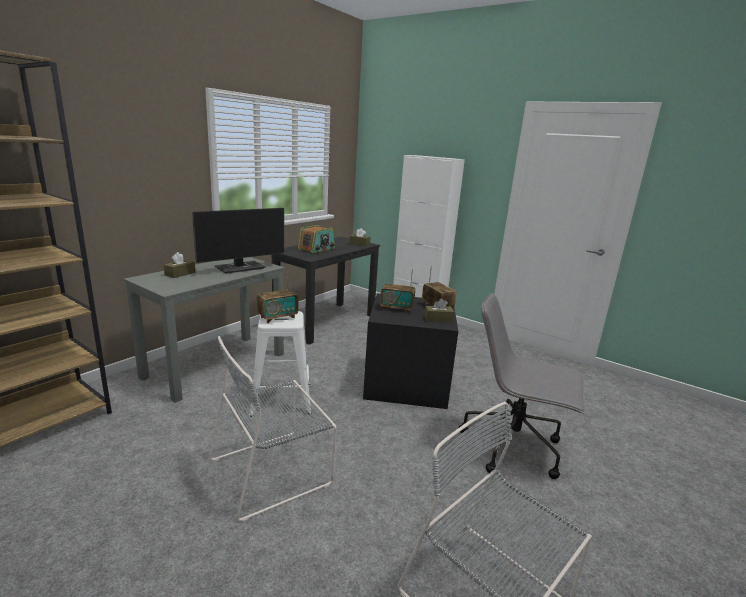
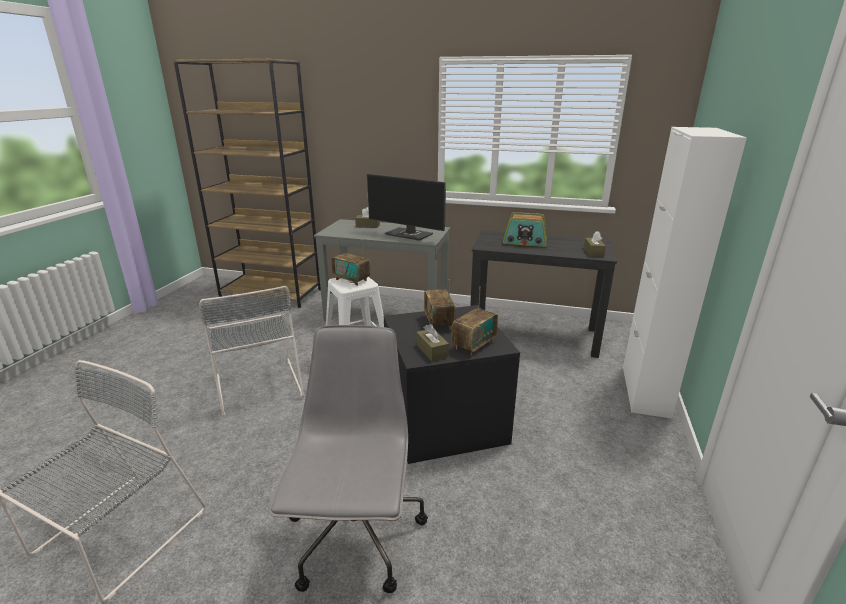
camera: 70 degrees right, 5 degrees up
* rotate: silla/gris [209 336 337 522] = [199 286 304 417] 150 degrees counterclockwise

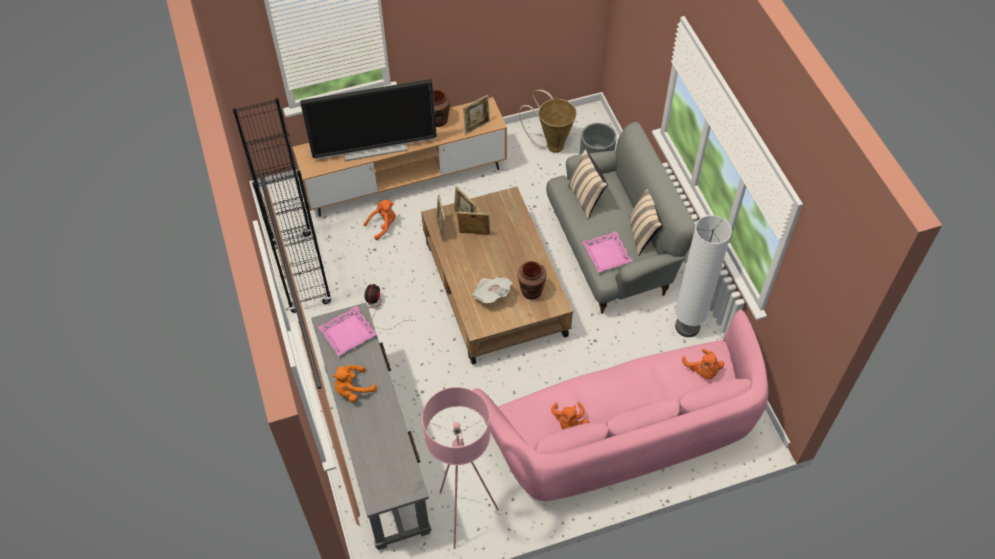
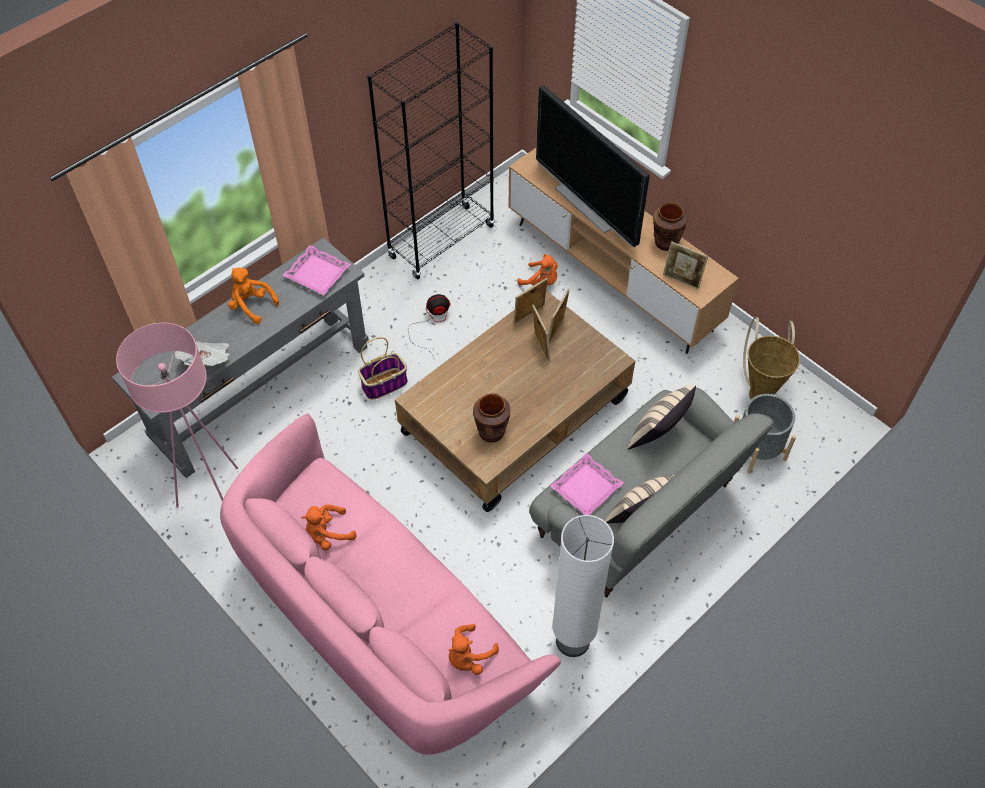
camera: 65 degrees right, 0 degrees up
* move: periódico [472 277 512 303] to [175 341 230 366]
* insert: cesta [358 337 408 400]

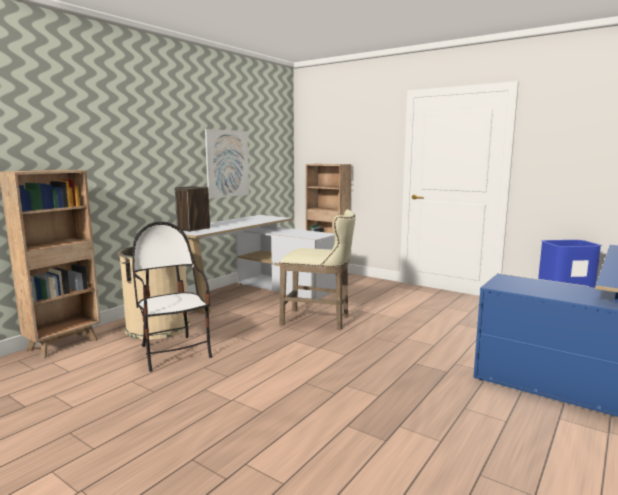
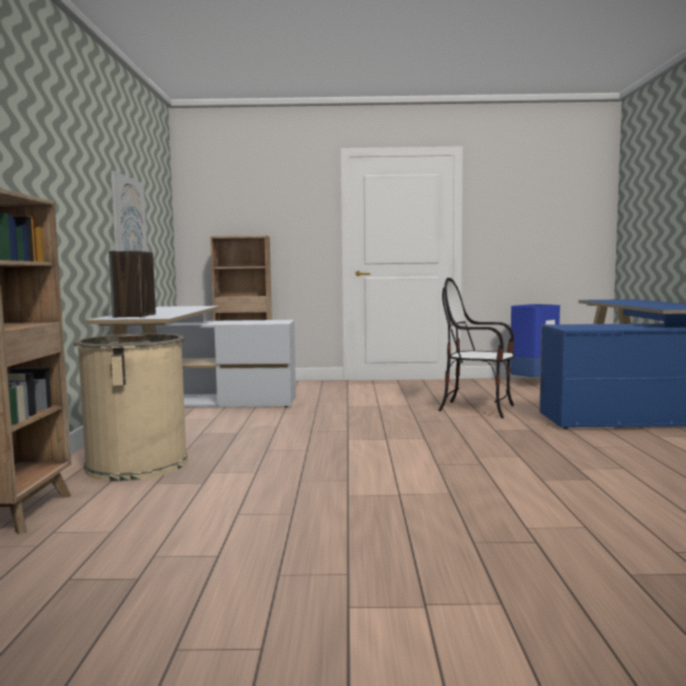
camera: 35 degrees left, 5 degrees down
* delete: taburete/beis [280 210 355 330]
* move: silla [132 222 212 372] to [438 278 514 418]

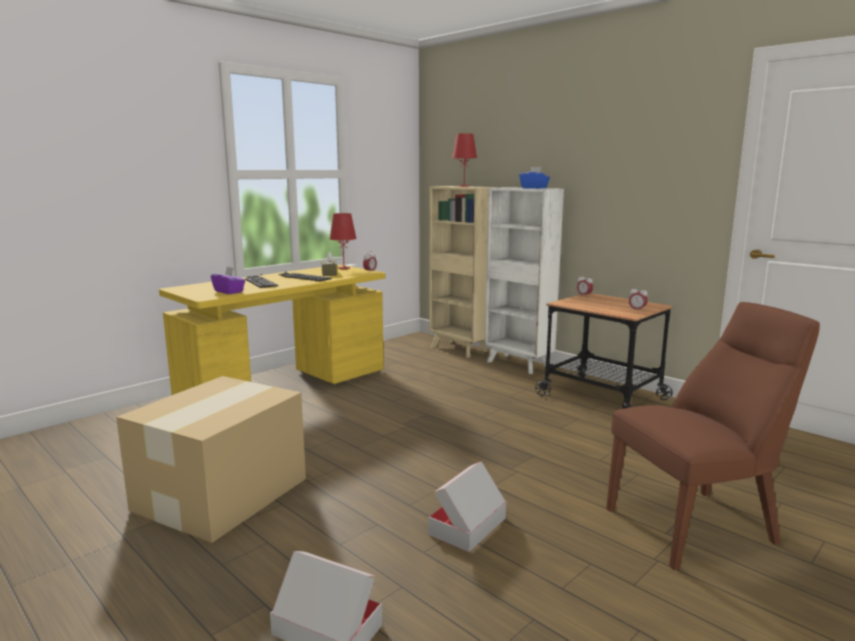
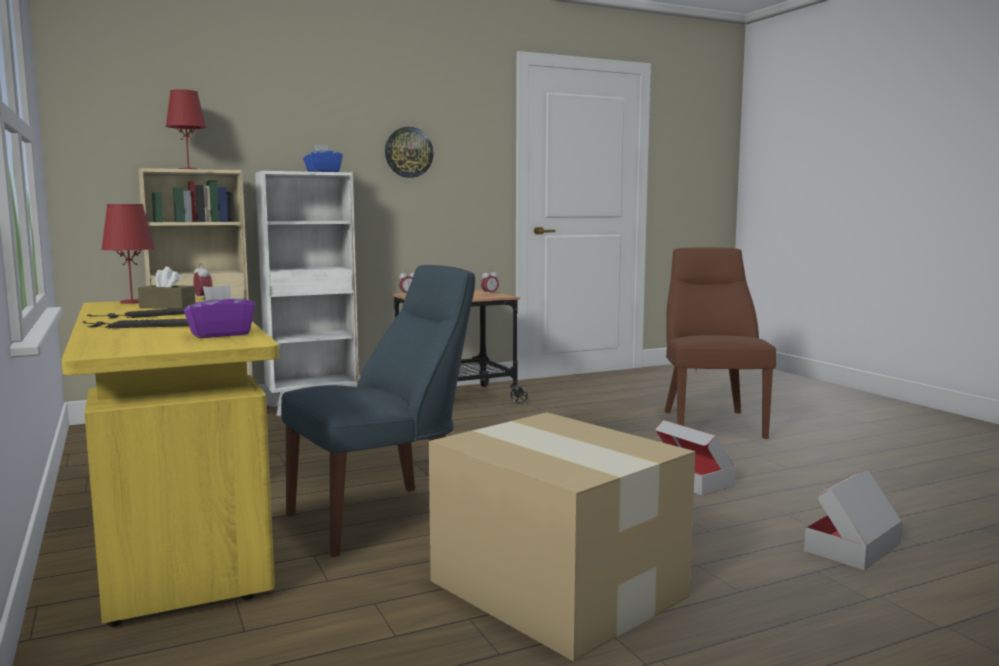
camera: 70 degrees left, 5 degrees down
* insert: reloj de pared [385 127 434 178]
* insert: silla/azul [281 265 475 557]

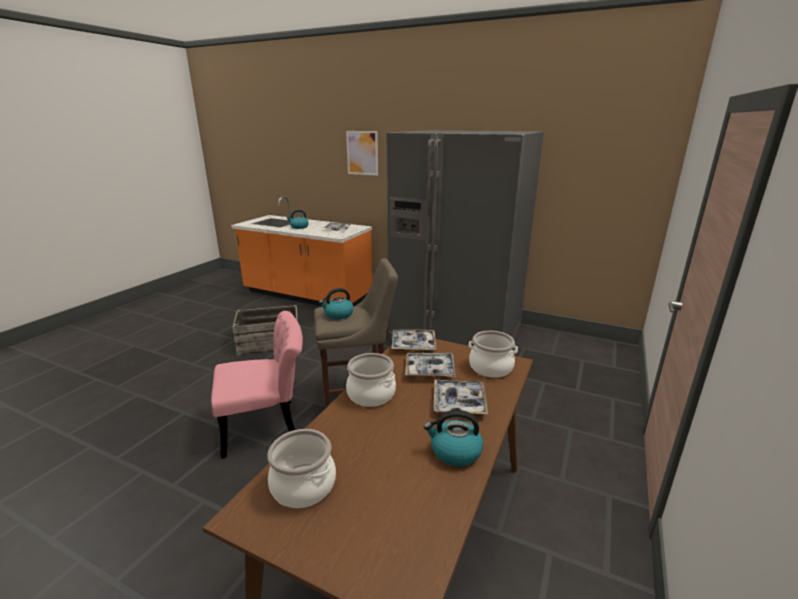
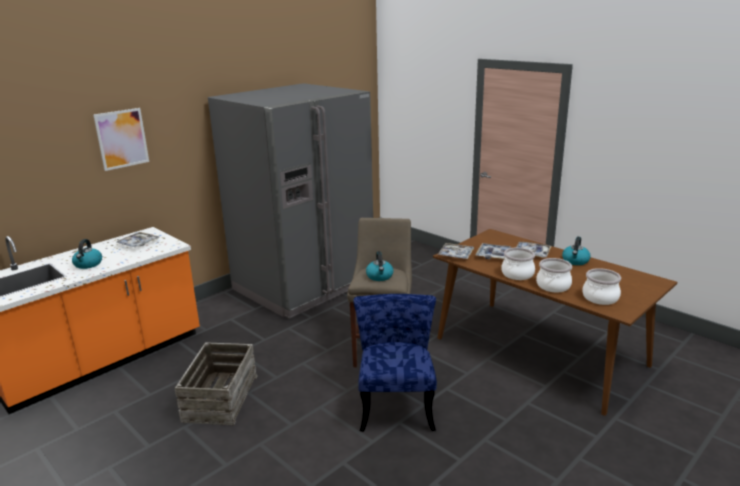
camera: 70 degrees left, 0 degrees up
* recolor: silla/rosa [211 311 303 459] to silla/azul [353 294 437 432]
* move: olla [469 331 518 378] to [536 258 572 292]

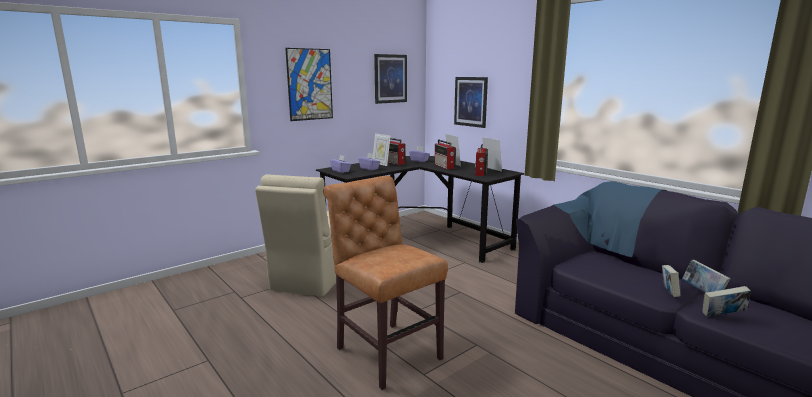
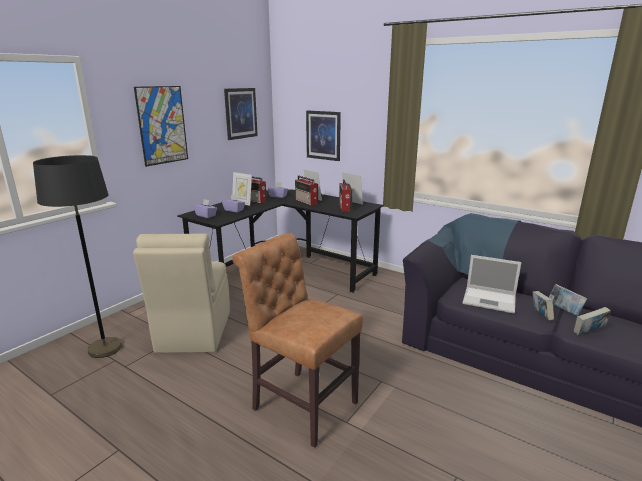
camera: 15 degrees left, 5 degrees up
* insert: lámpara de pie/negro [33 155 122 358]
* insert: portátil [462 255 521 314]

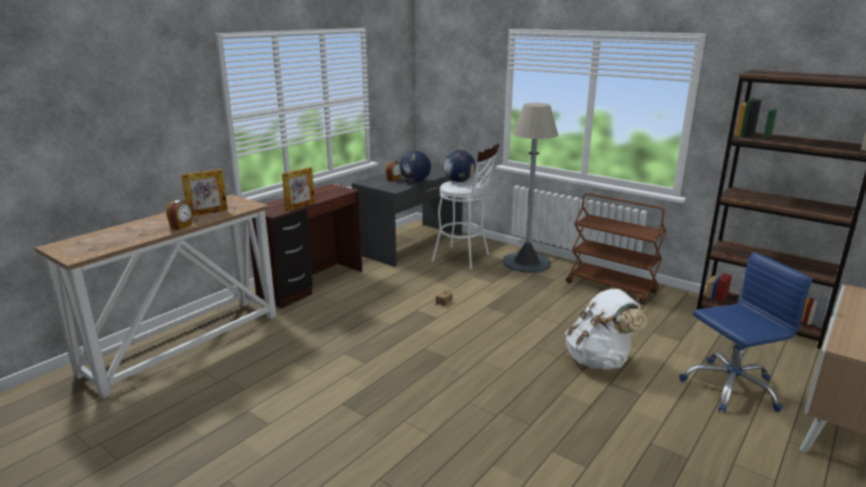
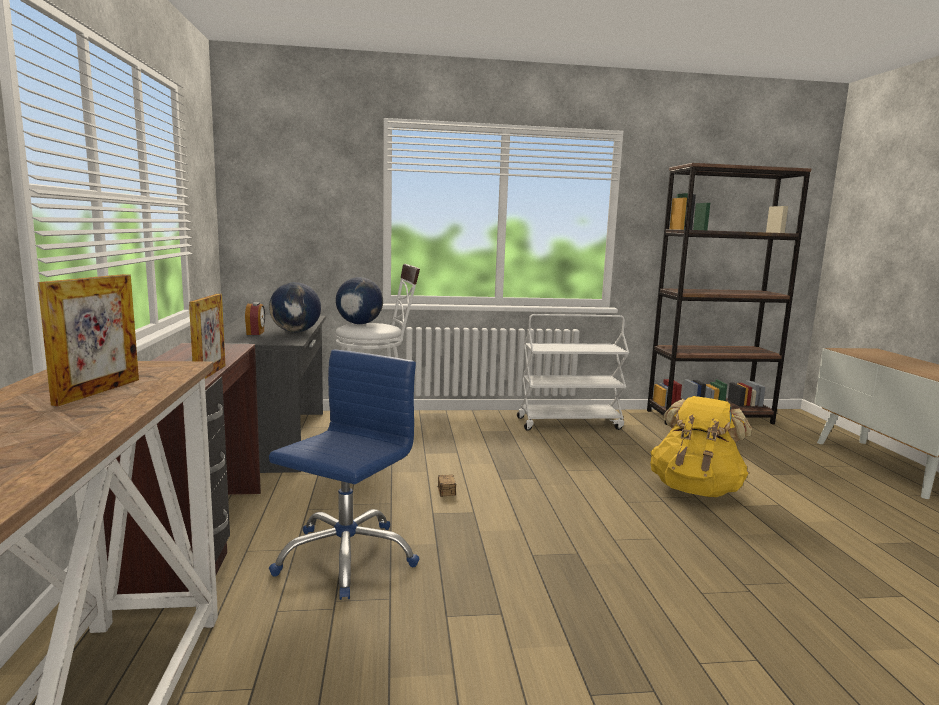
camera: 45 degrees left, 10 degrees down
* delete: lámpara de pie/gris [503 103 558 273]
* recolor: carrito/marrón [566 193 666 304] to carrito/blanco [517 314 629 431]
* delete: despertador [166 200 192 230]
* move: silla de oficina/azul [679 252 812 413] to [269 349 419 600]
* recolor: mochila/blanco [565 289 647 369] to mochila/amarillo [651 396 752 497]

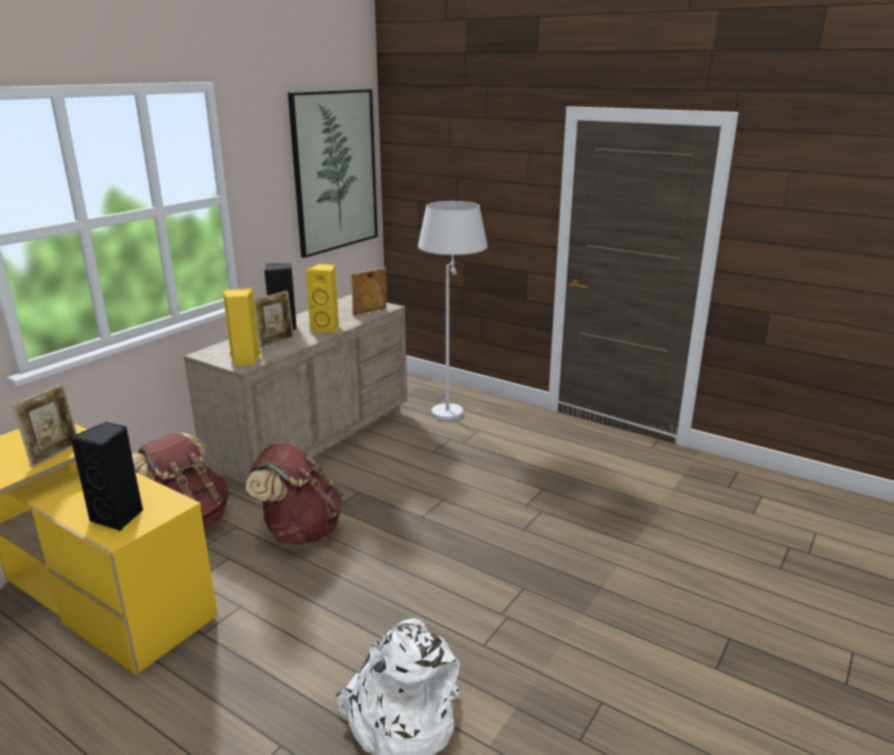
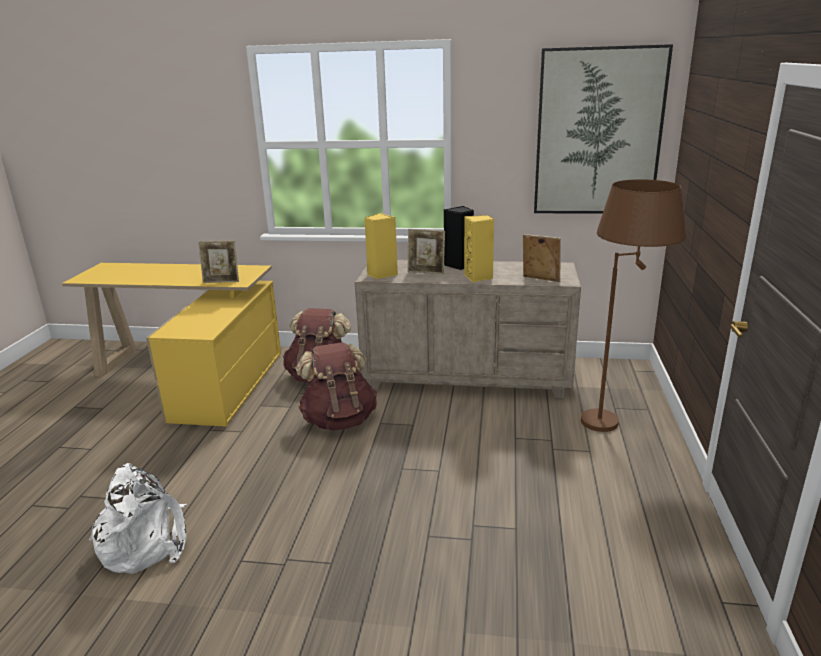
camera: 65 degrees right, 0 degrees up
* recolor: lámpara de pie/blanco [418 201 488 421] to lámpara de pie/marrón [581 179 686 432]
* delete: altavoz/negro [71 422 143 531]

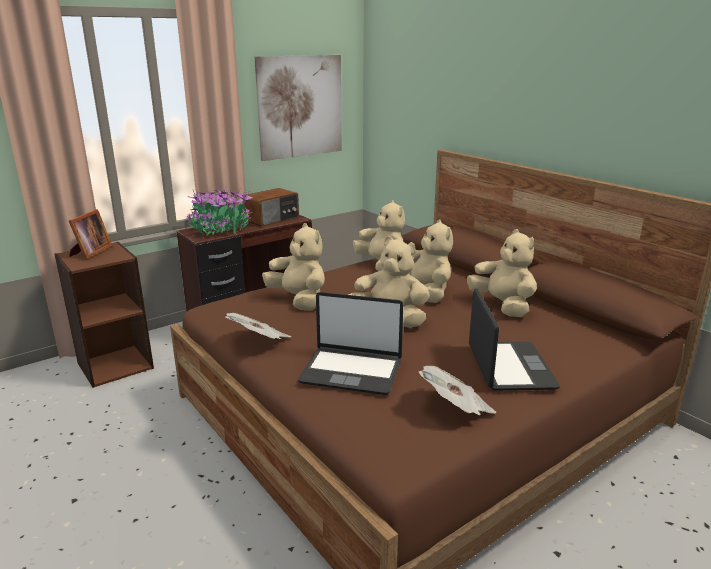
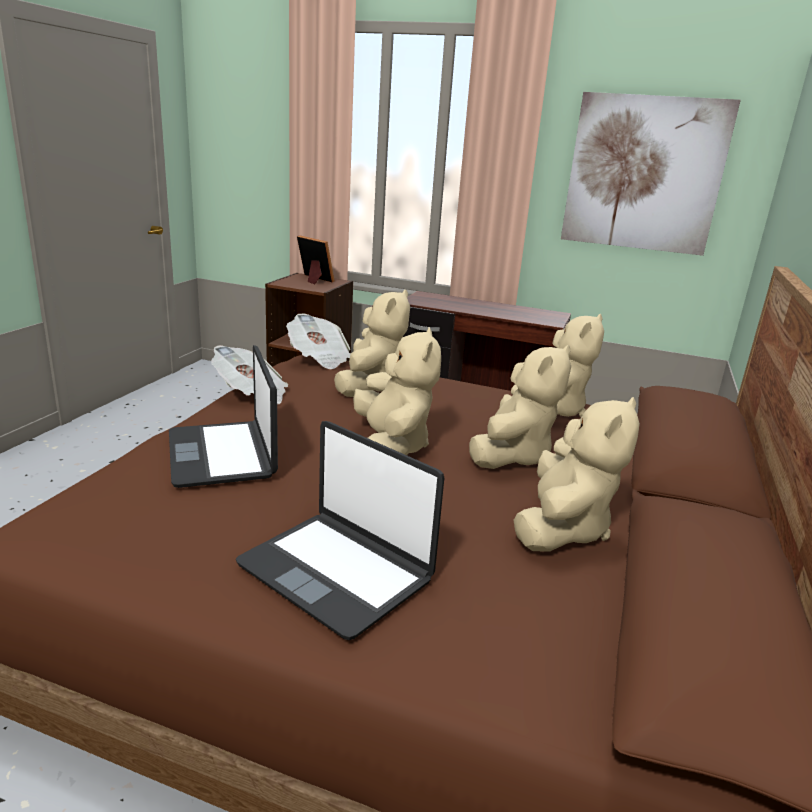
camera: 55 degrees right, 0 degrees up
* delete: planta en maceta [185 187 252 235]
* delete: radio [244 188 299 227]
* rotate: portarretratos [69 209 113 260] = [297 235 334 285] 120 degrees counterclockwise
* rotate: portátil [469 289 560 391] = [236 421 444 640] 75 degrees clockwise
* move: periódico [418 366 496 415] to [286 313 350 369]

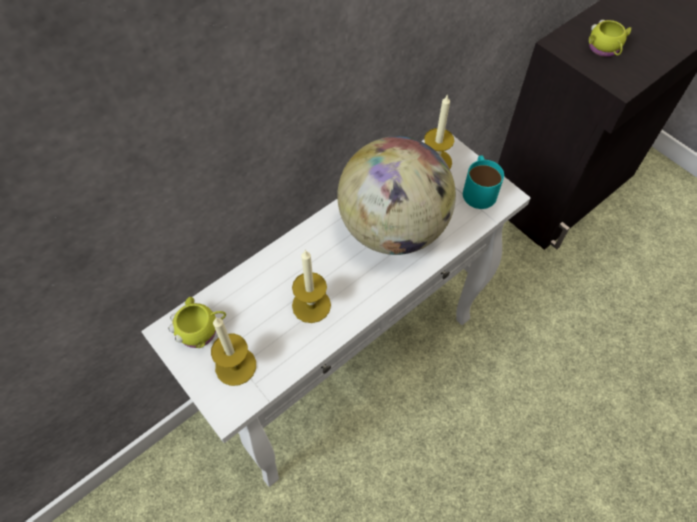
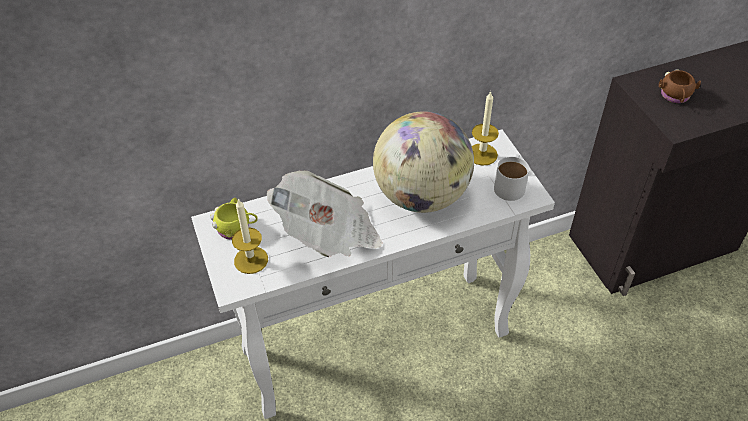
camera: 20 degrees right, 10 degrees down
* recolor: taza grande/amarillo [589 20 631 57] to taza grande/marrón [659 69 701 103]
* recolor: taza grande/turquesa [463 155 504 209] to taza grande/blanco [494 154 529 201]
* replace: vela [292 249 331 323] to periódico [267 170 383 257]

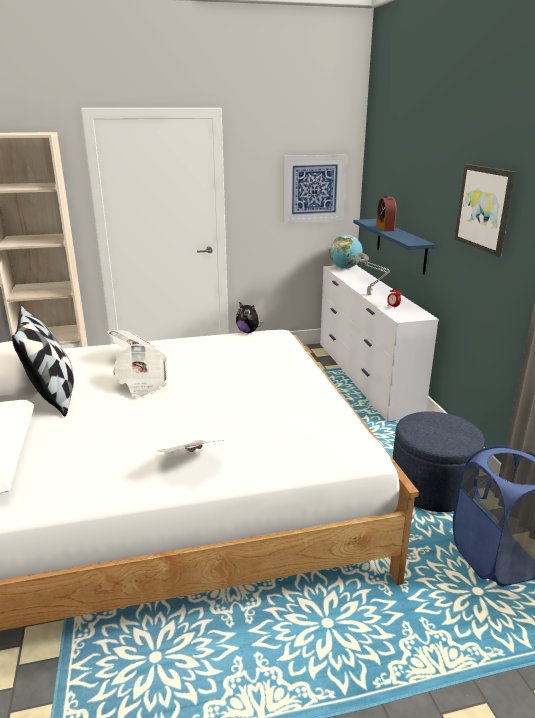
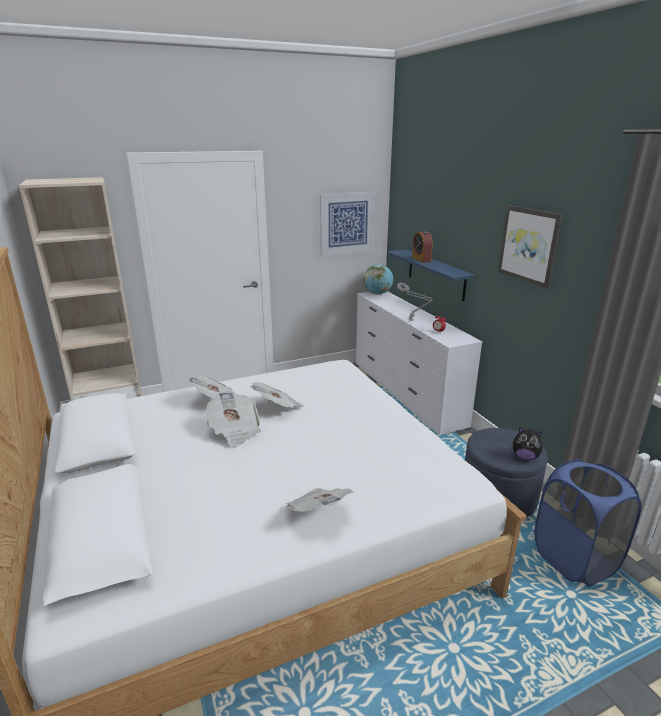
camera: 10 degrees left, 0 degrees up
* move: peluche [236 302 263 333] to [513 427 545 460]
* delete: cojín [12 306 74 416]
* insert: periódico [250 383 304 408]

